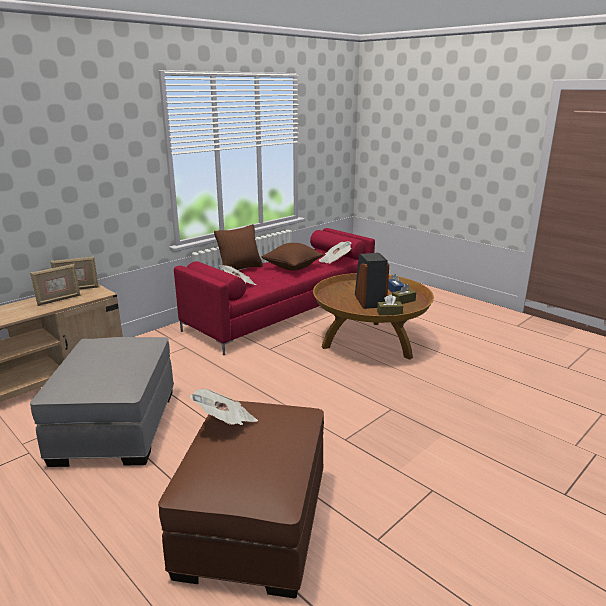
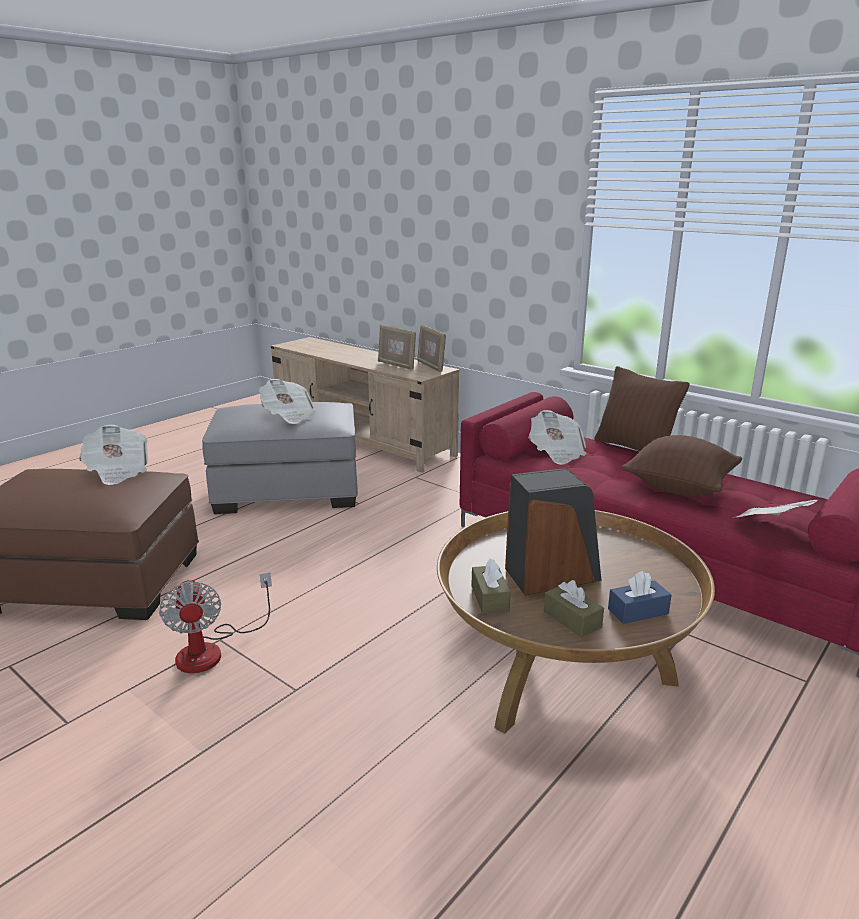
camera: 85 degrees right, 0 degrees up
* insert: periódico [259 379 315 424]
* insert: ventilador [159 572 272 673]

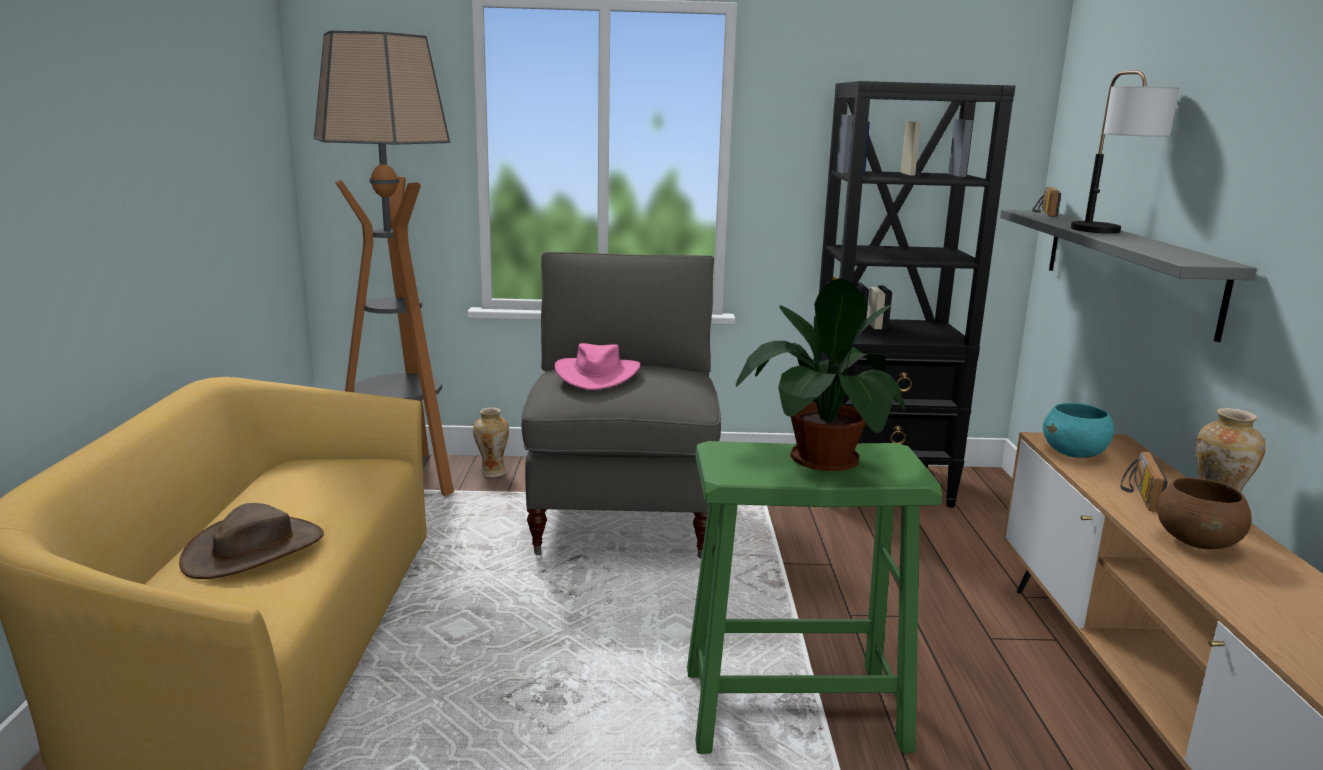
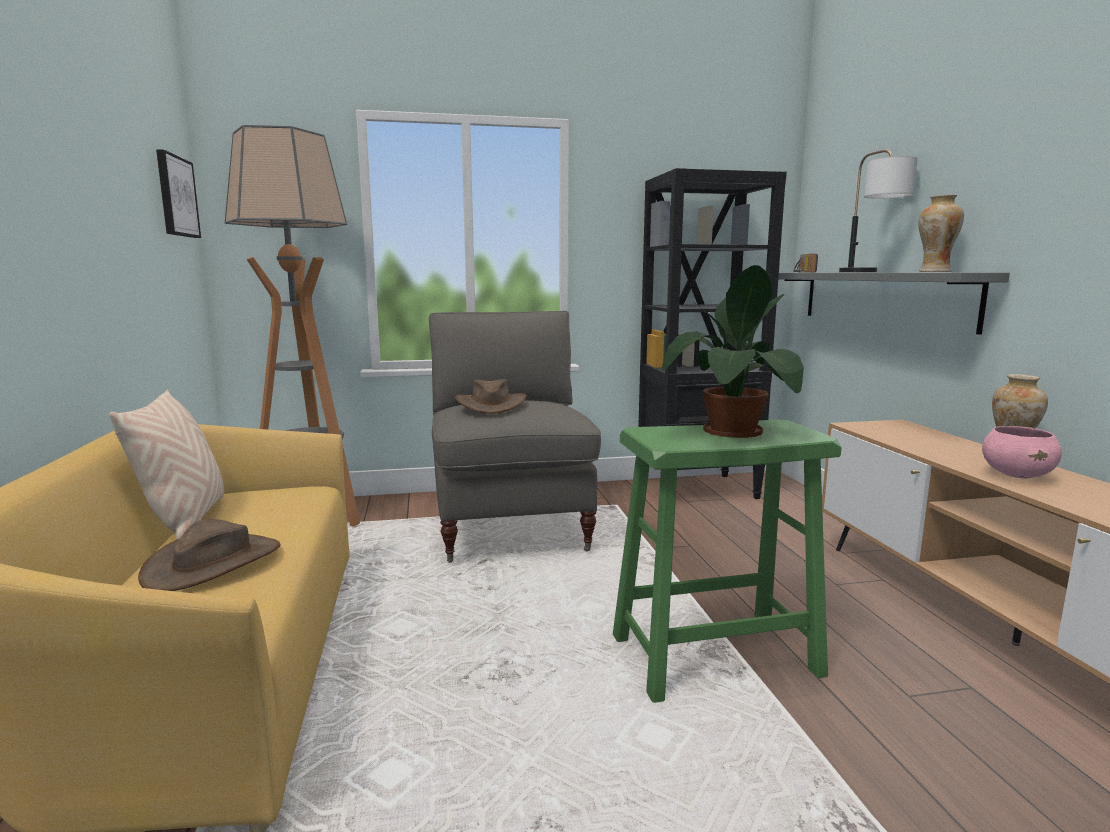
camera: 10 degrees left, 5 degrees down
* recolor: sombrero/rosa [555 343 640 390] to sombrero/marrón [455 379 527 414]
* delete: cuenco/turquesa [1043 403 1114 458]
* move: florero [473 408 509 477] to [918 195 964 272]
* delete: radio [1120 451 1168 512]
* recolor: cuenco/marrón [1157 478 1252 549] to cuenco/rosa [982 426 1062 478]
* insert: cuadro [156 149 201 238]
* insert: cojín/beis [109 390 224 540]

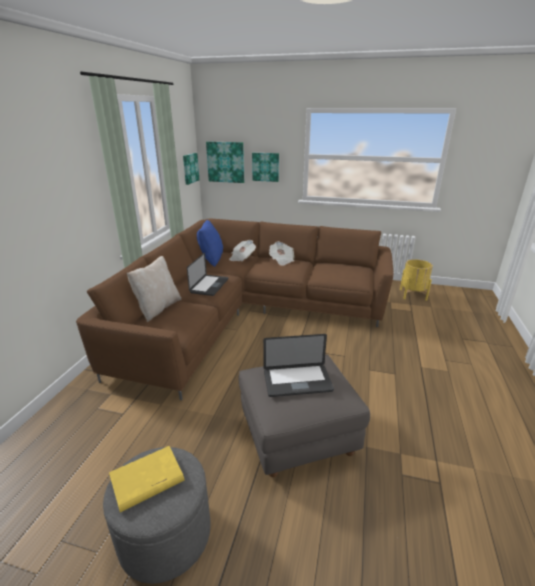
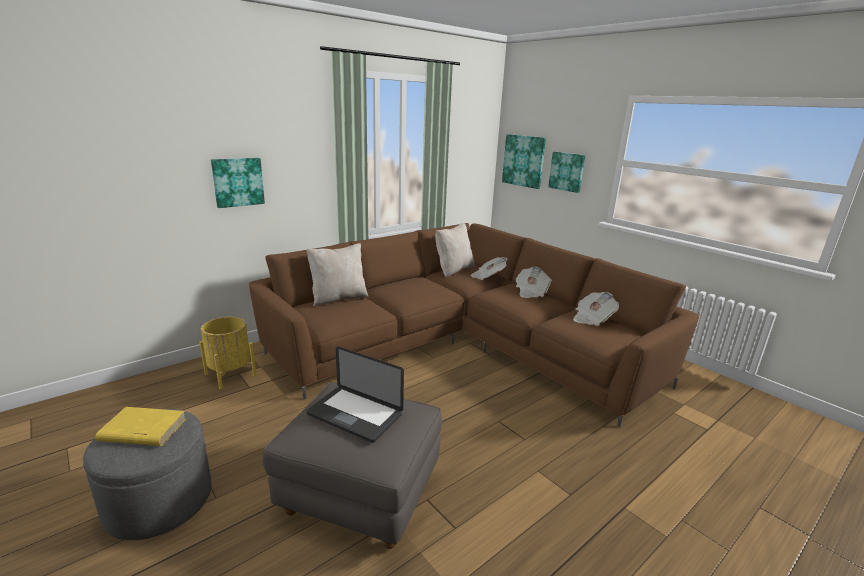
camera: 35 degrees right, 5 degrees down
* move: cuadro [183 153 199 185] to [211 158 265 208]
* recolor: cojín/azul [197 220 223 267] to cojín/beis [435 223 475 278]
* delete: portátil [187 253 229 296]
* move: maceta/amarillo [400 259 433 301] to [200 317 256 389]
* insert: periódico [573 292 619 326]

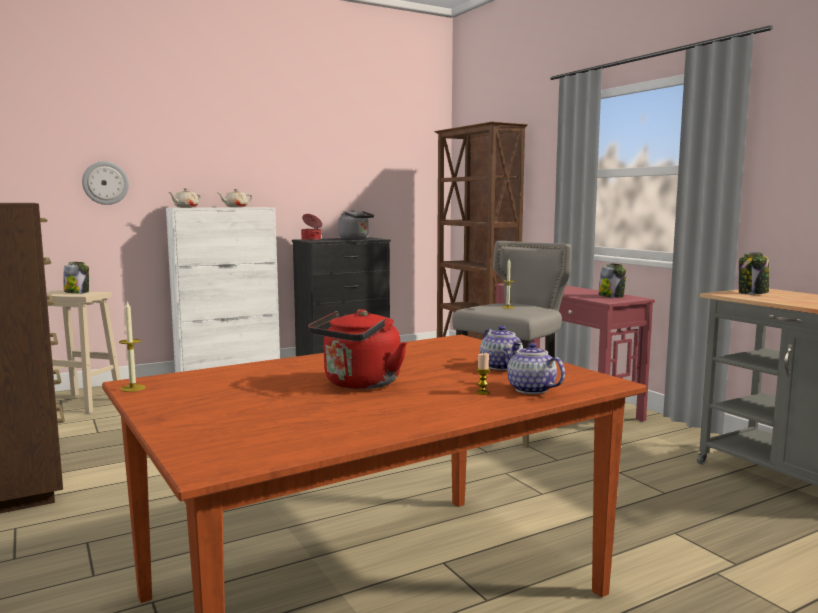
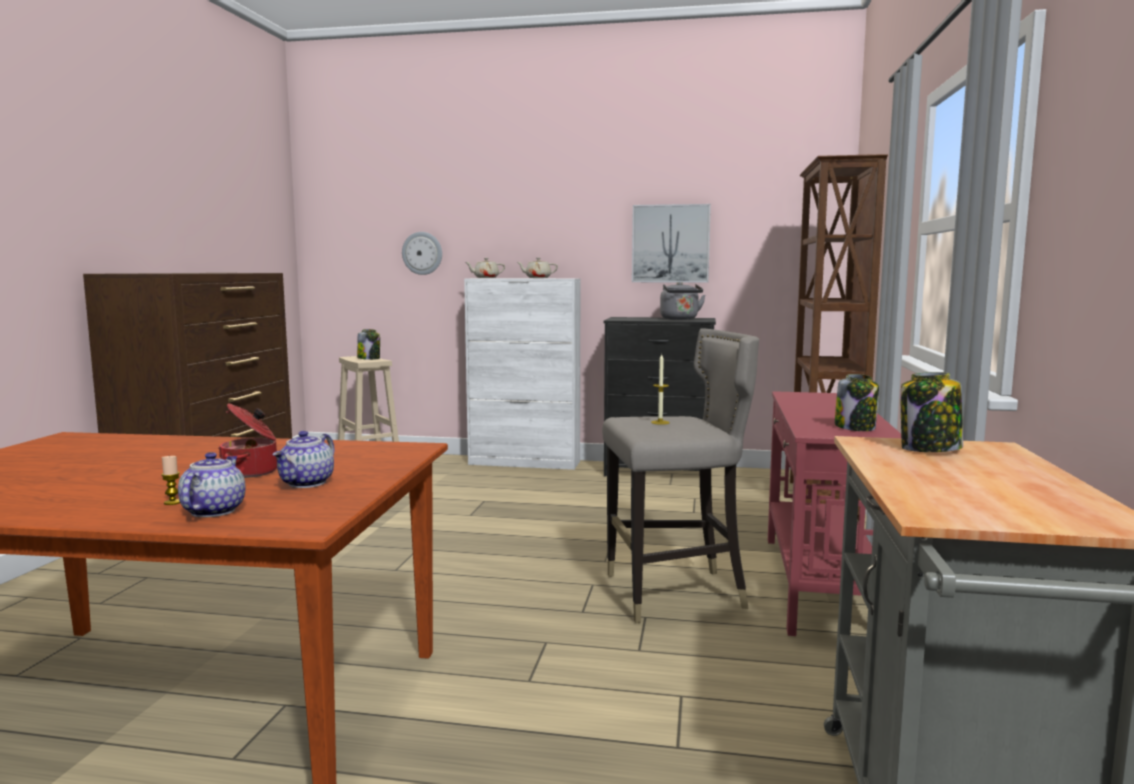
camera: 40 degrees right, 0 degrees up
* move: olla [301 214 322 241] to [218 403 277 478]
* delete: vela [119 301 146 392]
* delete: hervidor/rojo [308 309 407 389]
* insert: cuadro [632 204 711 283]

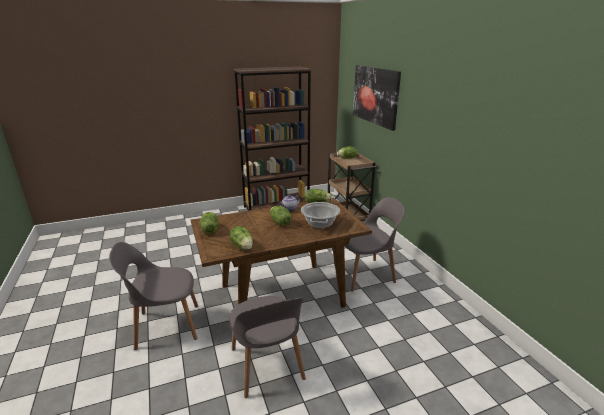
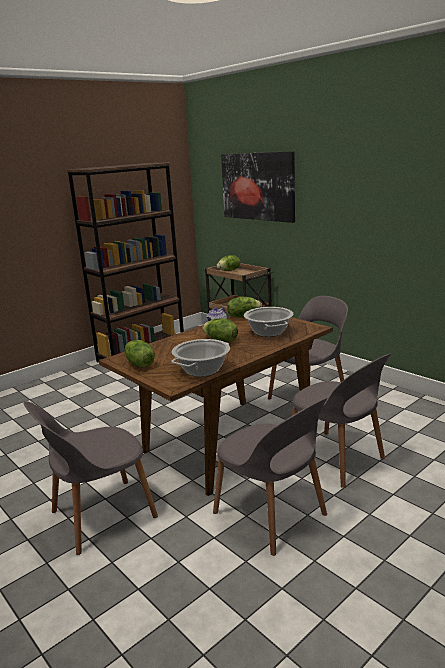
camera: 20 degrees left, 5 degrees down
* replace: lechuga [230 226 253 250] to olla [171 339 230 377]
* insert: silla/gris [292 354 391 488]

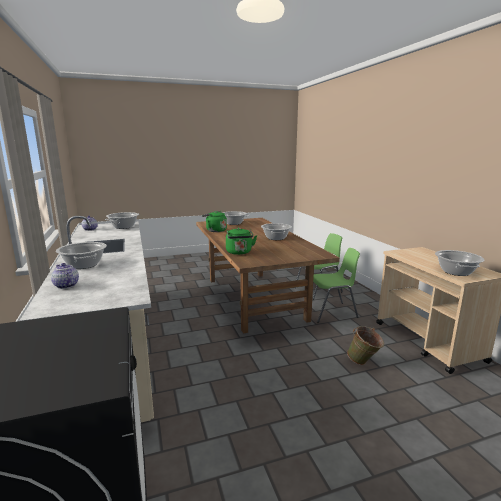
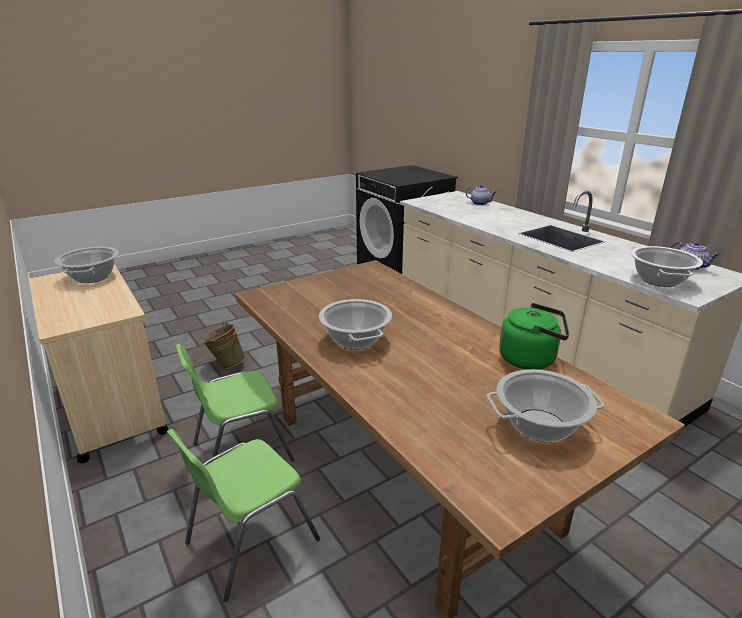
camera: 165 degrees right, 10 degrees up
* delete: hervidor/verde [226 227 257 255]
* delete: olla [56 242 107 269]

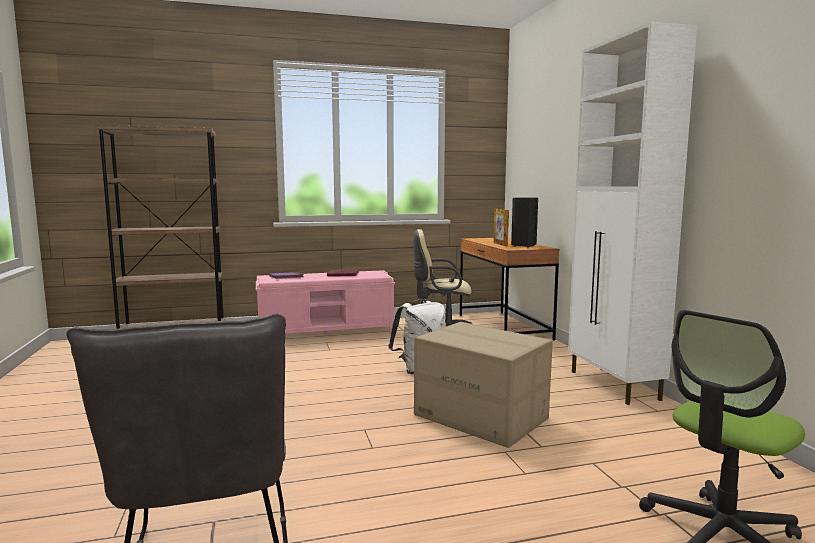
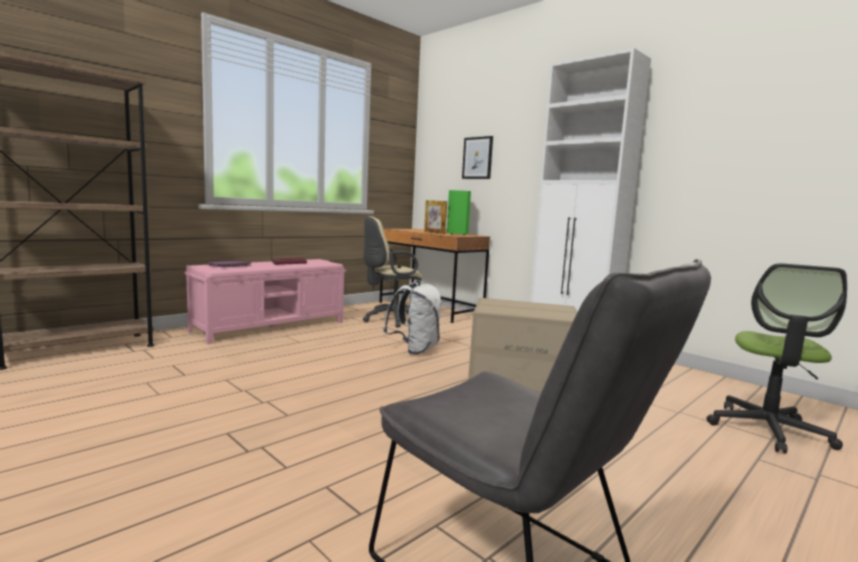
camera: 30 degrees left, 0 degrees up
* recolor: altavoz/negro [511 197 538 247] to altavoz/verde [447 190 471 235]
* insert: cuadro [462 136 493 179]

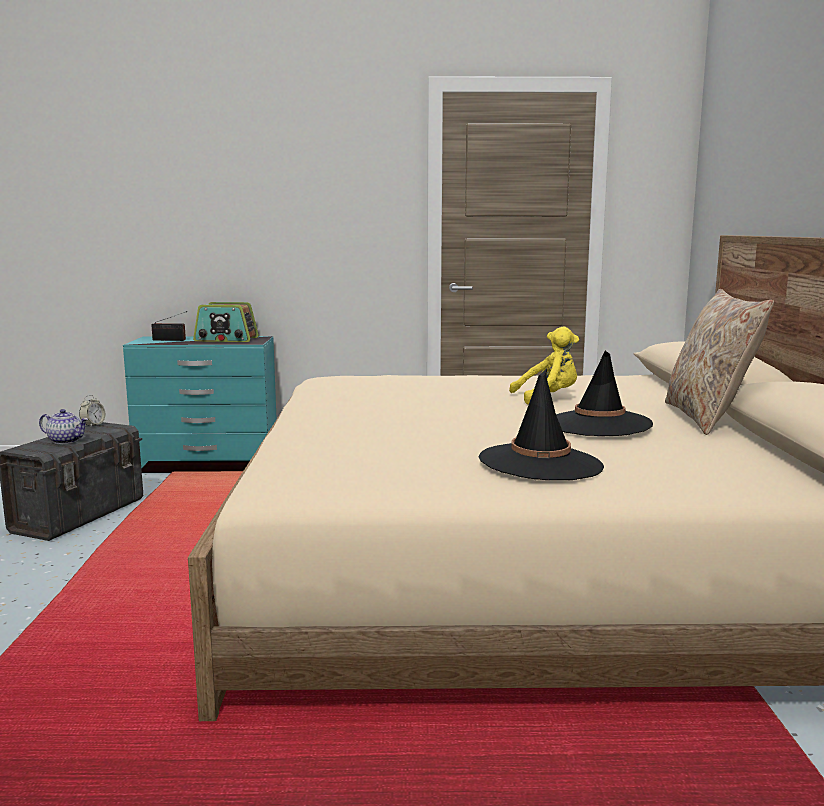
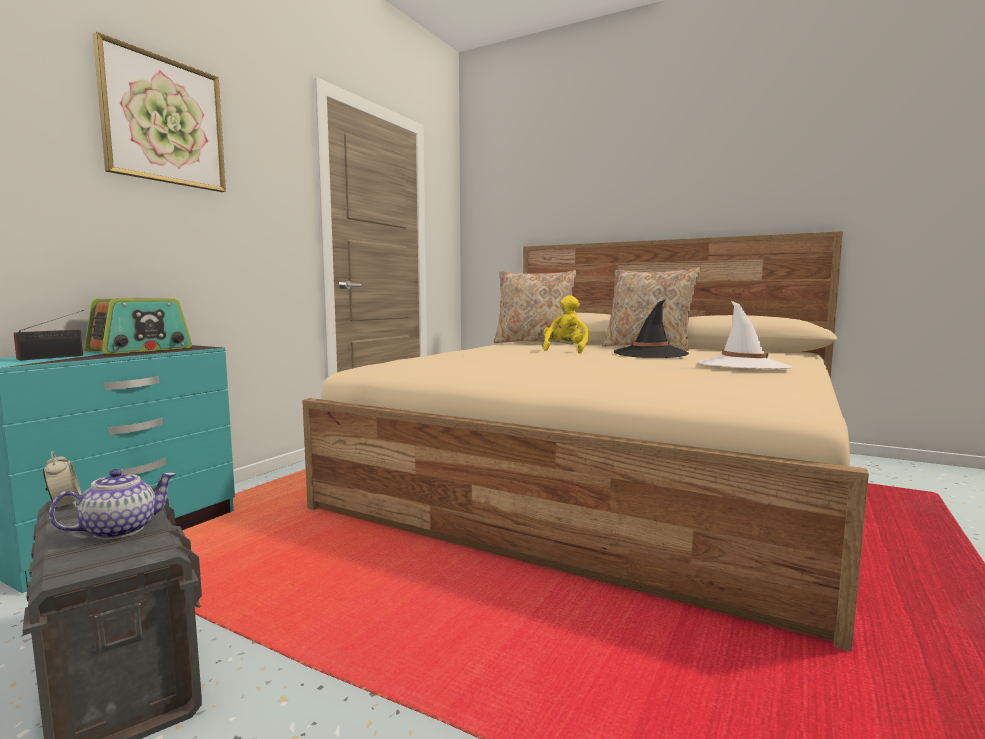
camera: 60 degrees left, 5 degrees down
* recolor: sombrero/negro [479 369 604 480] to sombrero/blanco [697 301 793 369]
* insert: cuadro [93 32 226 192]
* insert: cojín/beis [493 270 577 345]

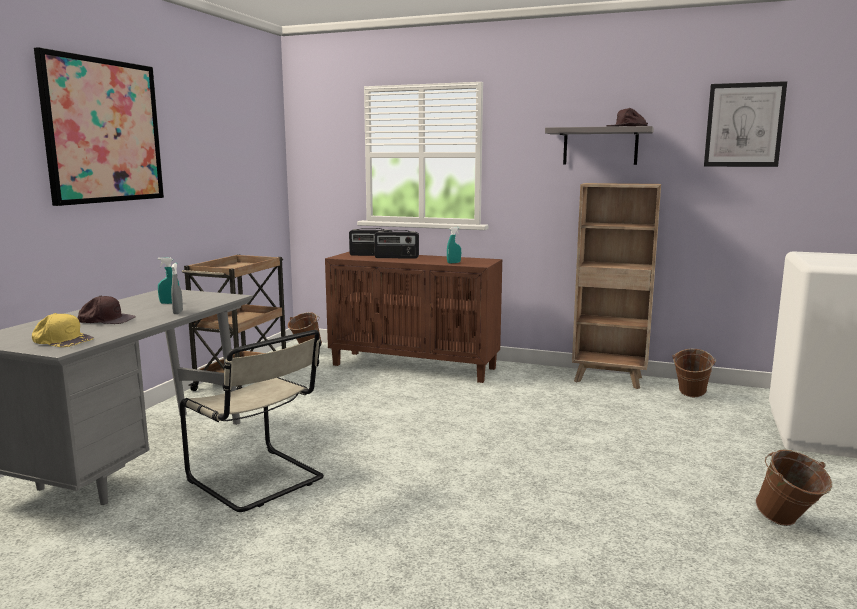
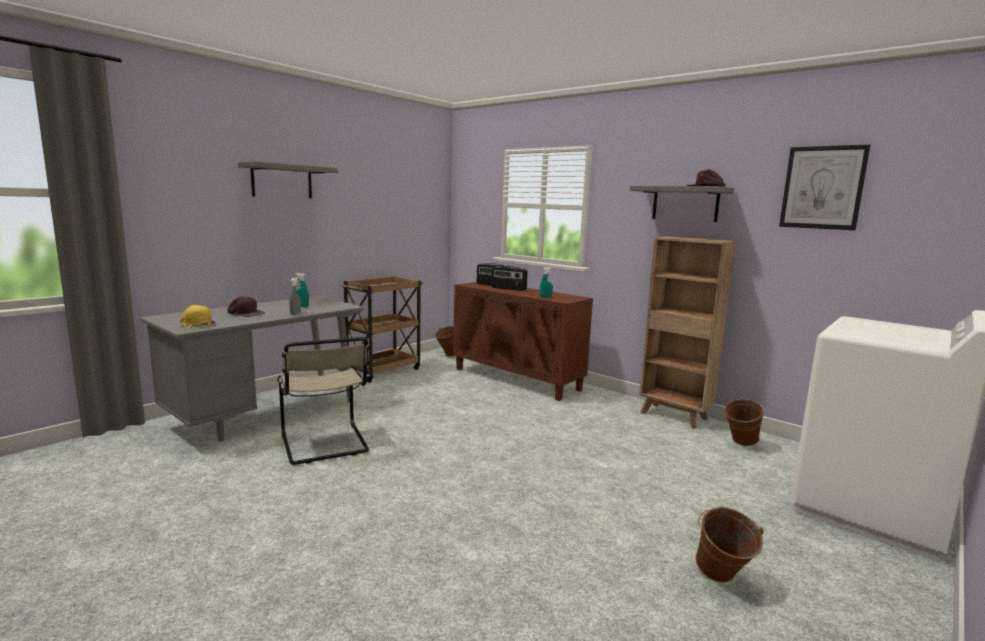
camera: 20 degrees right, 0 degrees up
* replace: cuadro [34 47 164 206] to estante/gris [238 161 338 198]

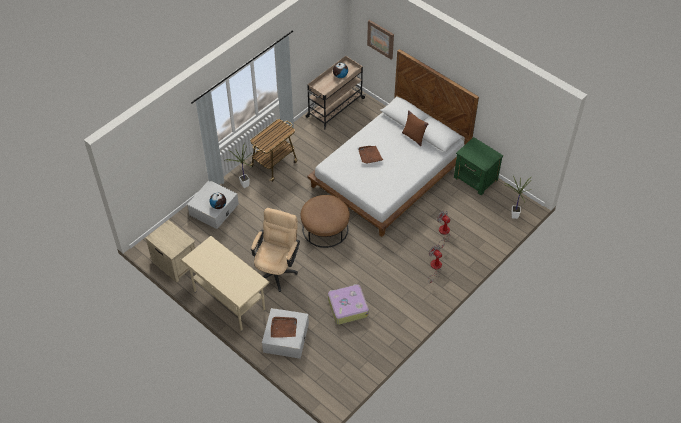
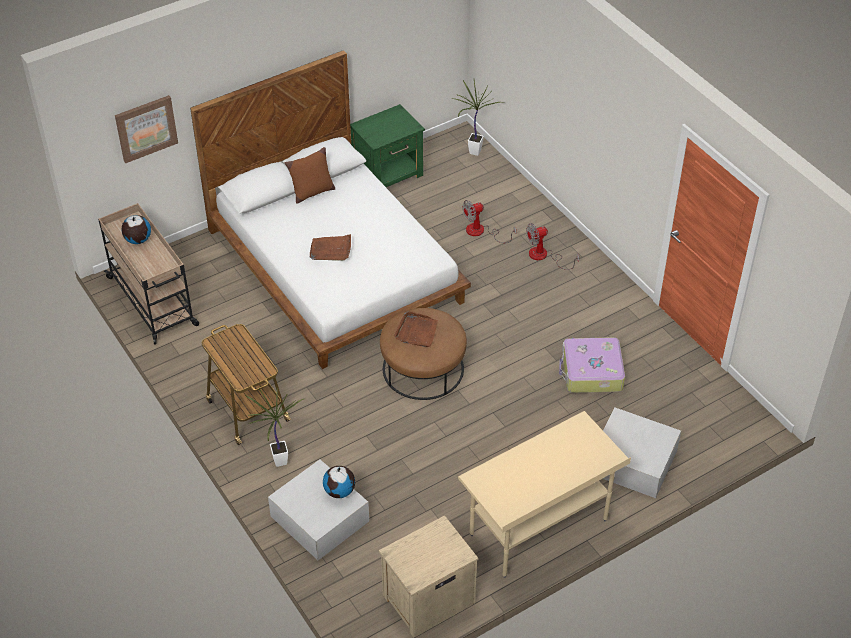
camera: 75 degrees left, 5 degrees down
* delete: silla de oficina/beis [251 208 300 292]
* move: bandeja/marrón [271 317 297 338] to [394 311 438 347]

